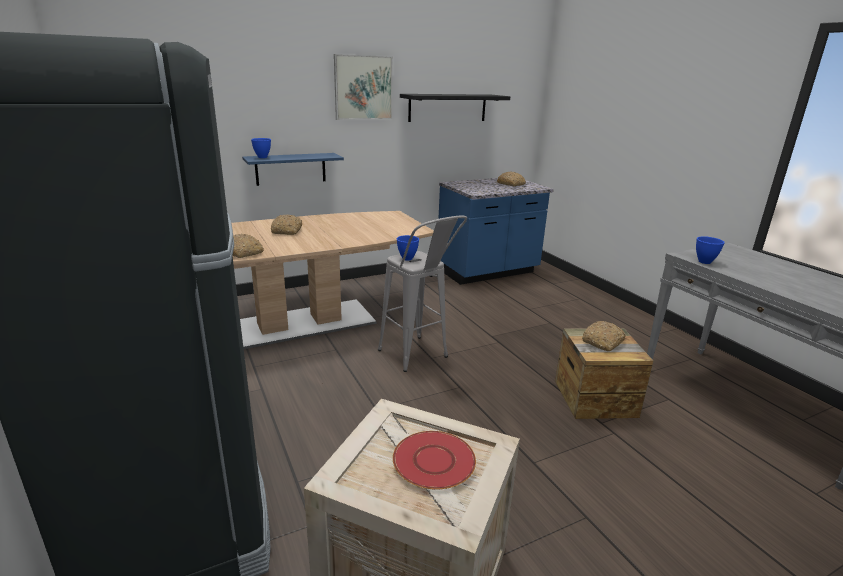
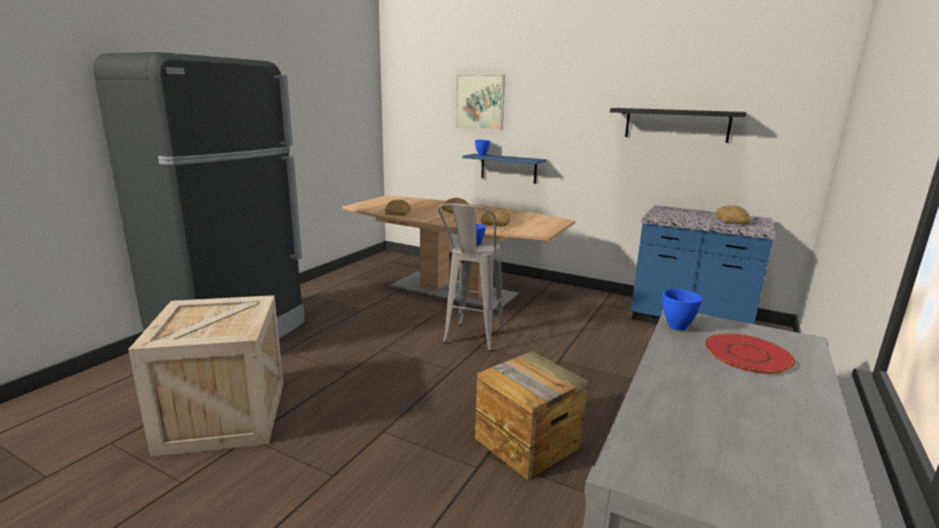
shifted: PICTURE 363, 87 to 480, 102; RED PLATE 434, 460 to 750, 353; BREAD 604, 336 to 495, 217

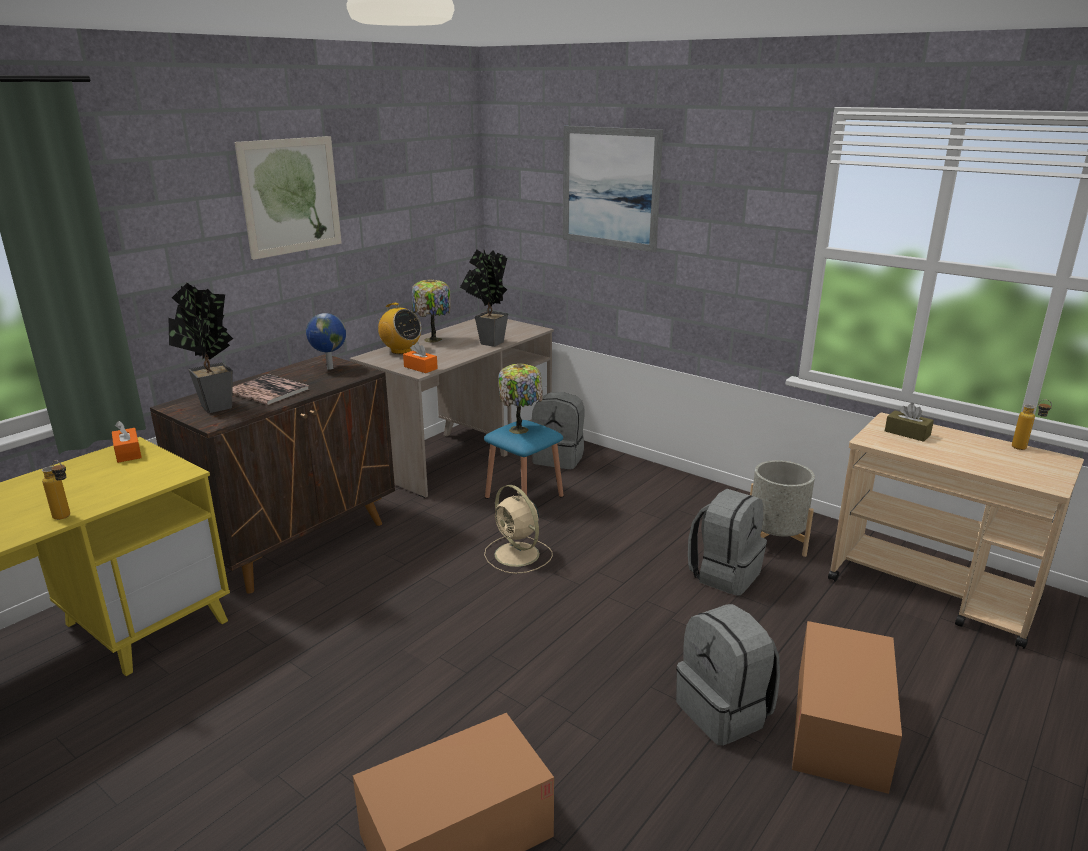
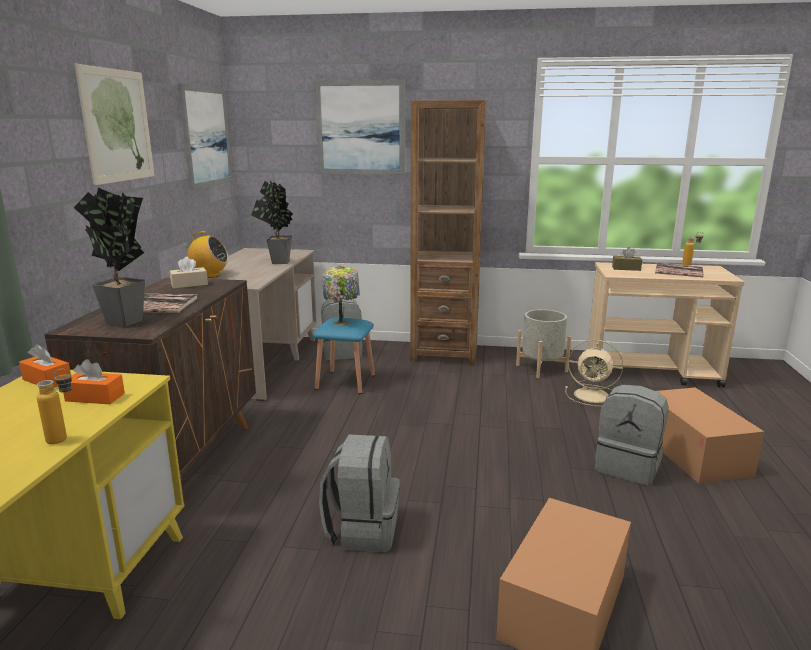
gone: TABLE LAMP 431, 311
new: PICTURE 205, 136; BROWN BOOKCASE 448, 232; BOOK 679, 270
shifted: ORANGE TISSUE BOX 420, 357 to 94, 381; BEIGE FAN 518, 529 to 594, 373; GREY BACKPACK 727, 542 to 359, 493
swapped: GLOBE 326, 341 to BEIGE TISSUE BOX 189, 272

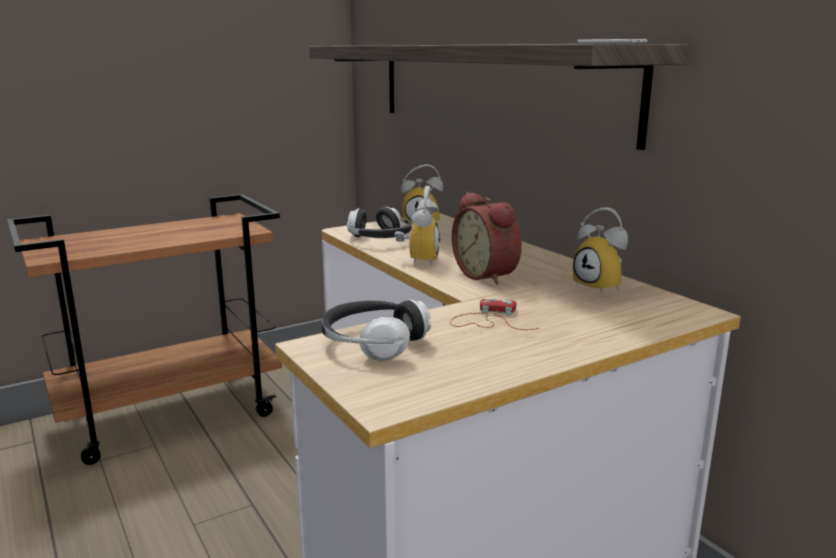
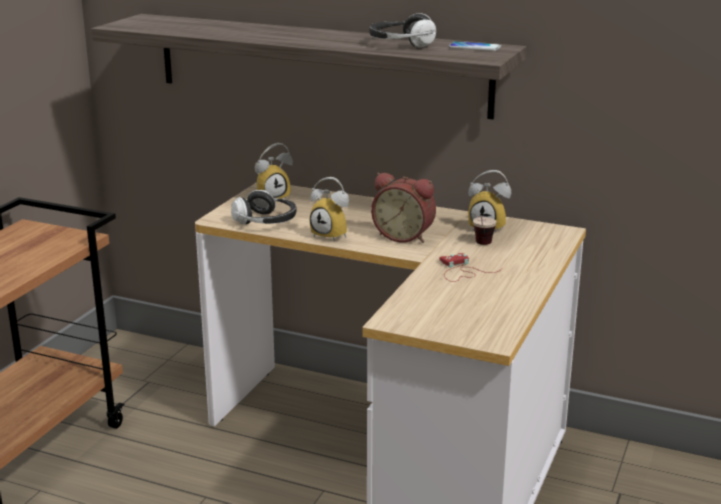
new: CUP 484, 230
shifted: HEADPHONES 376, 330 to 402, 30
rotated: ALARM CLOCK 417, 226 = 329, 209 150 degrees clockwise

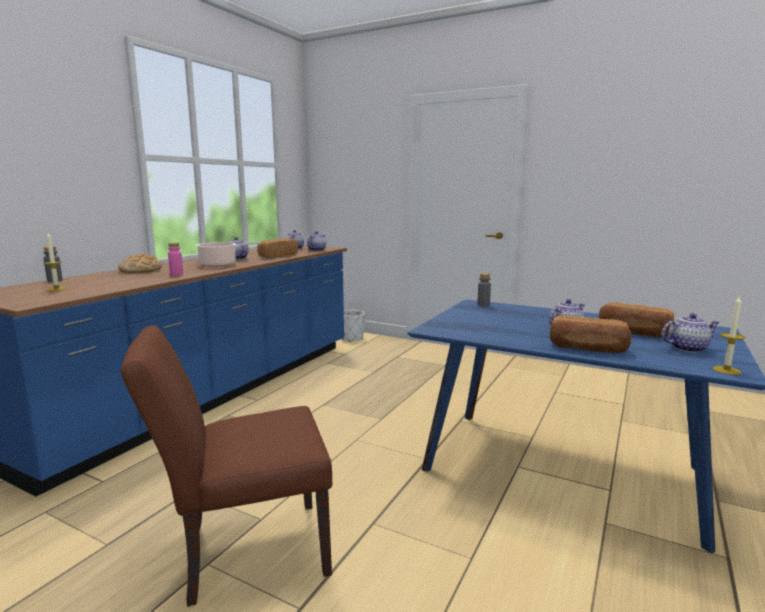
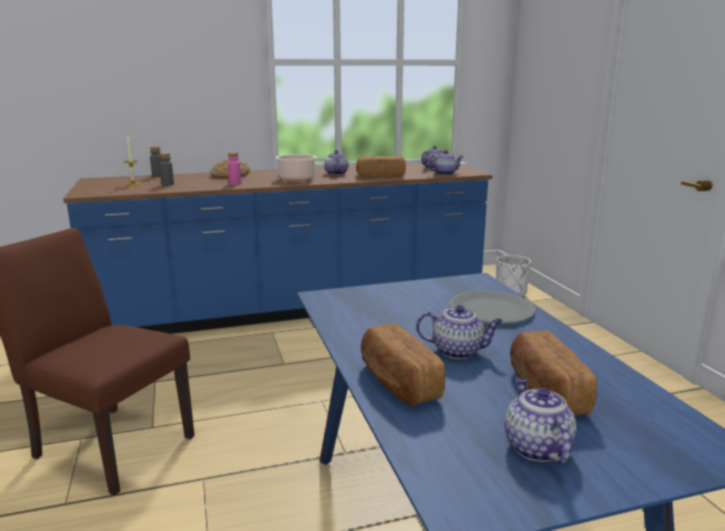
gone: CANDLE 729, 335
new: GREY PLATE 492, 307
shifted: GREY BOTTLE 484, 289 to 166, 169
rotated: TEAPOT 691, 332 = 540, 421 135 degrees counterclockwise

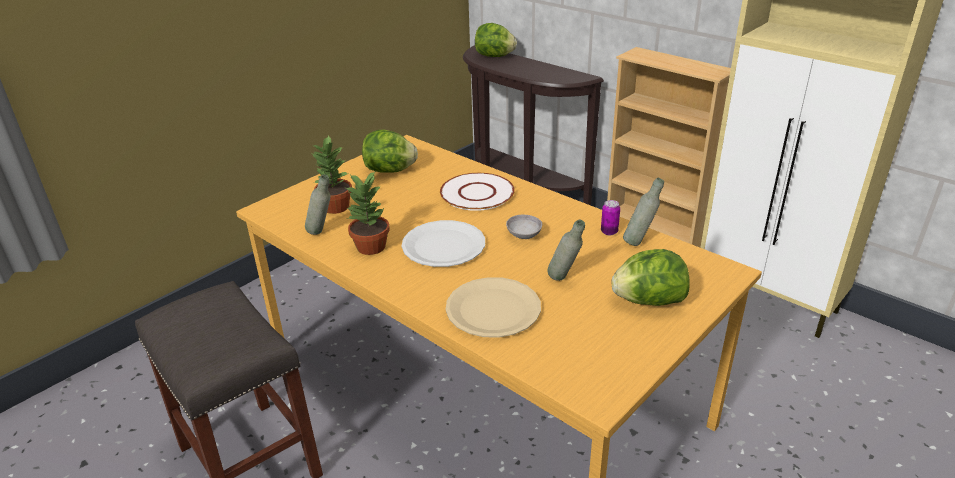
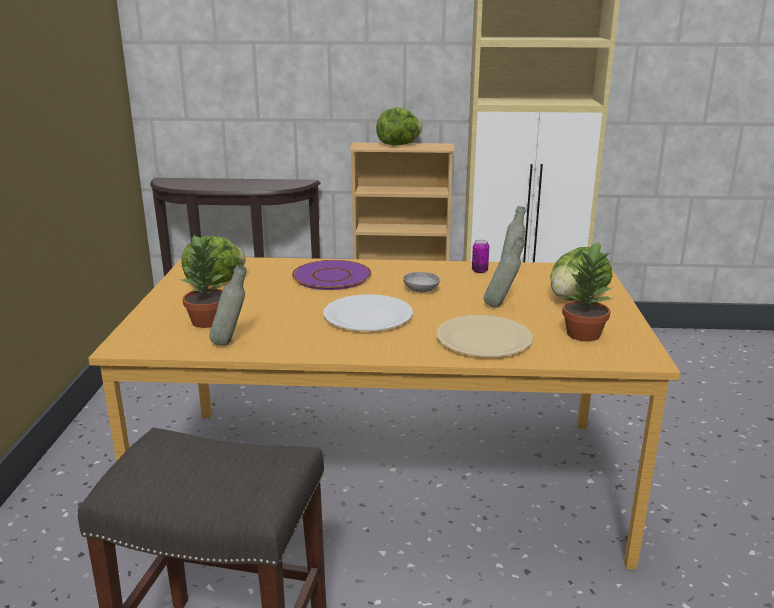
shifted: POTTED PLANT 368, 213 to 587, 291; LETTUCE 496, 40 to 399, 126
repainted: WHITE PLATE 477, 192 to PURPLE PLATE 331, 275

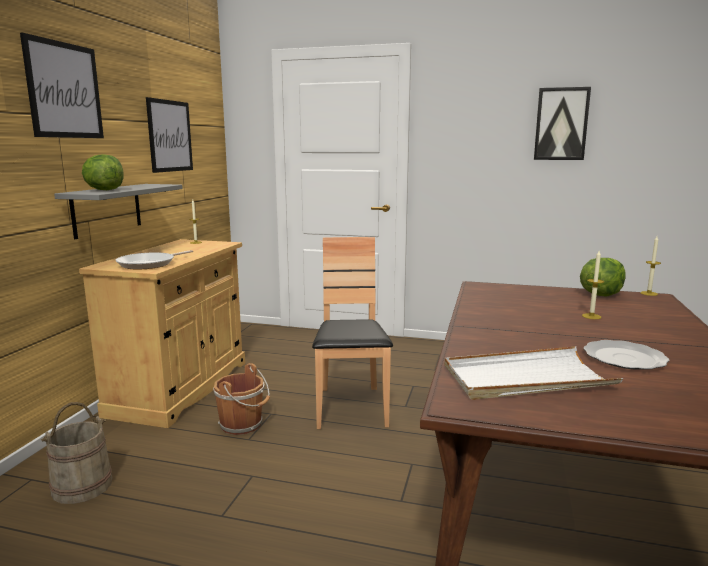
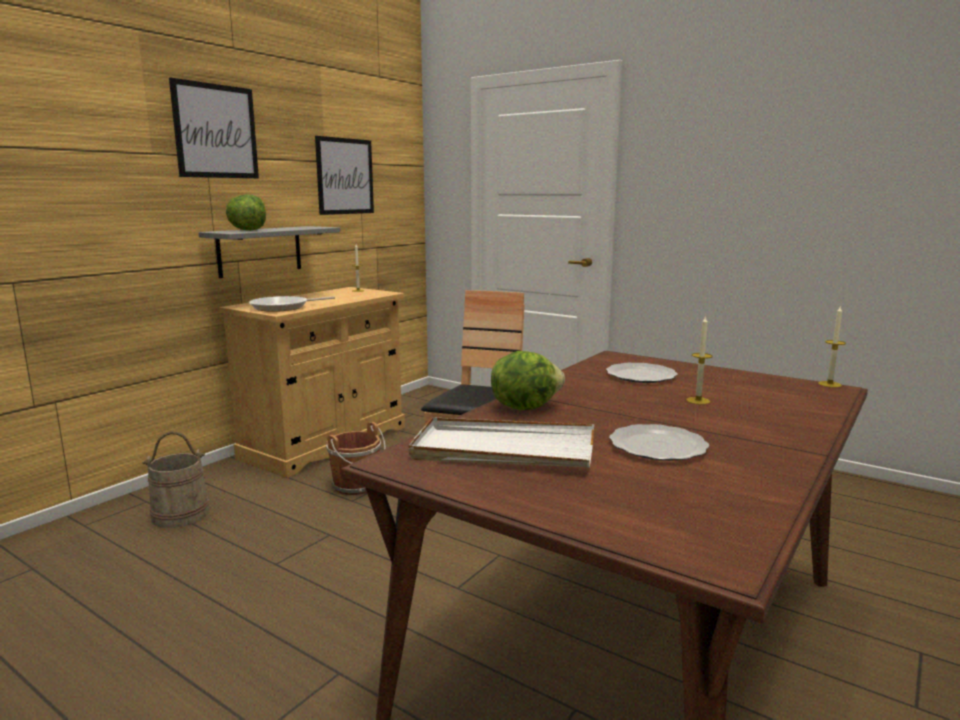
gone: PICTURE 562, 123
new: PLATE 642, 373
shifted: LETTUCE 602, 277 to 528, 380

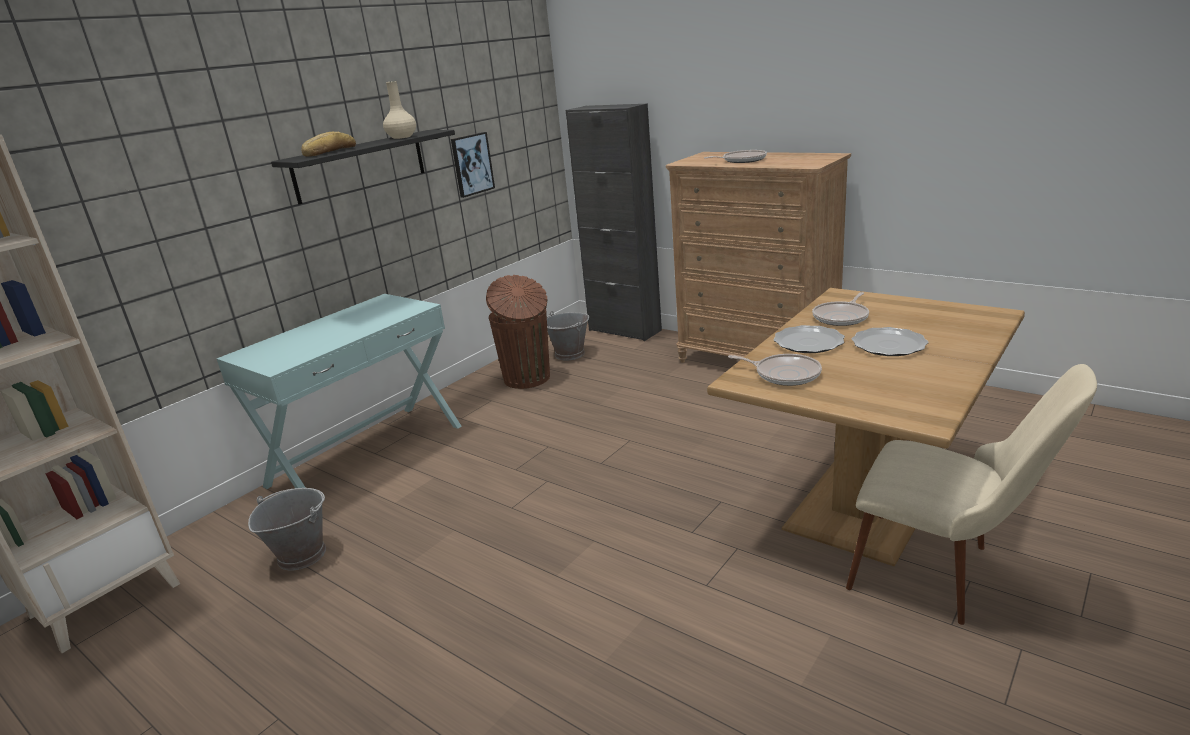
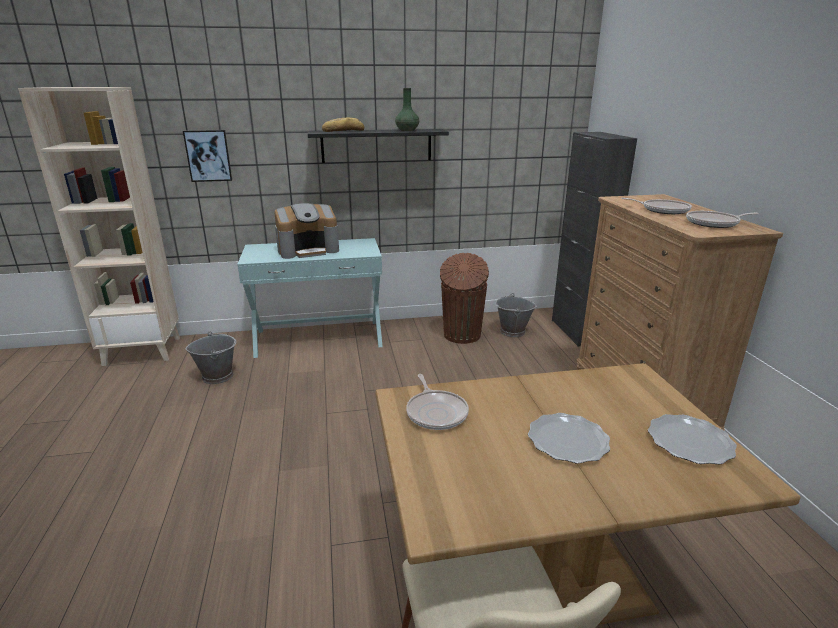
new: COFFEE MACHINE 306, 231
shifted: PICTURE 473, 165 to 207, 156; PLATE 809, 339 to 692, 439; FRYING PAN 840, 309 to 722, 219
repainted: BEIGE VASE 399, 110 to GREEN VASE 407, 109

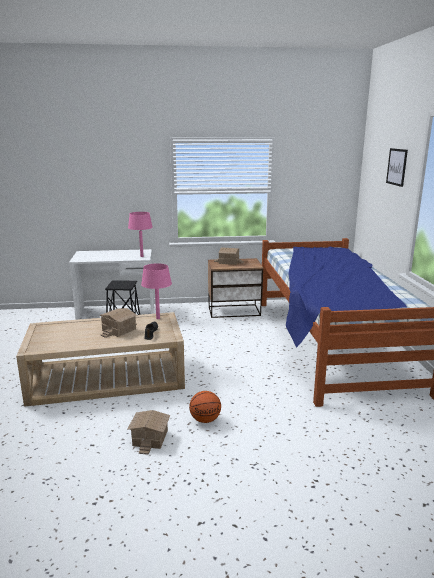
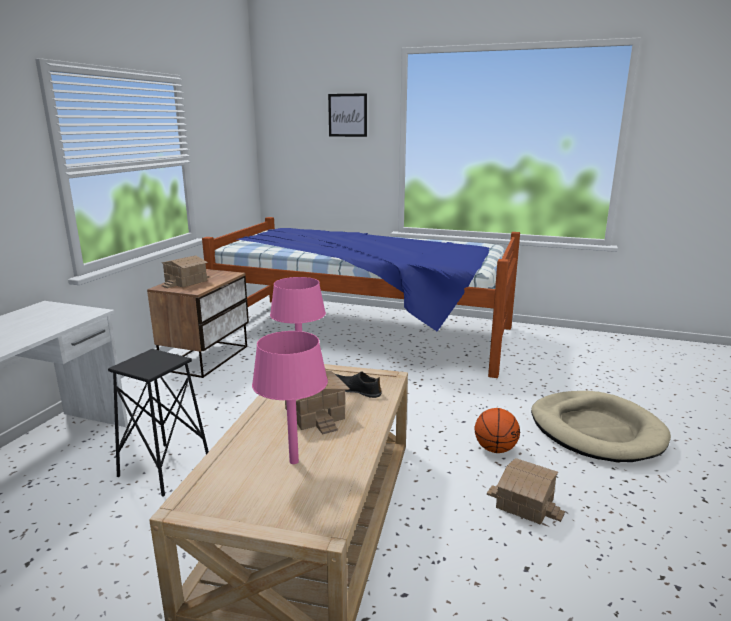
new: BEIGE DOG BED 601, 426
shifted: PINK TABLE LAMP 140, 234 to 290, 397

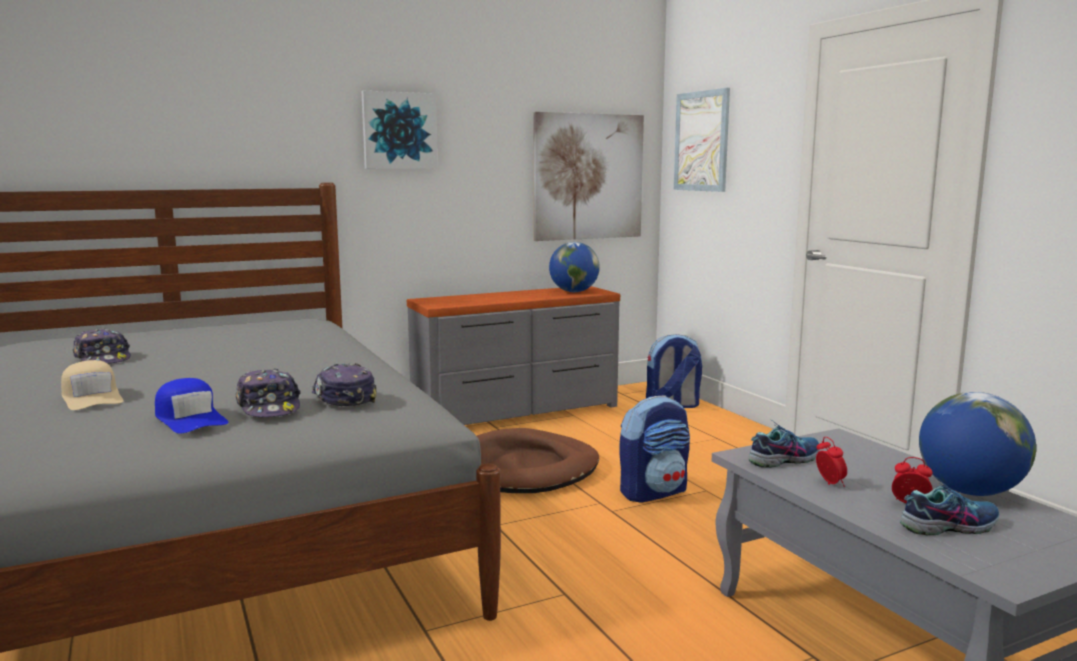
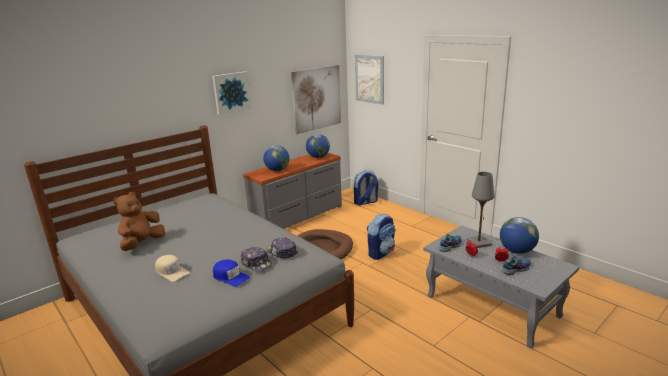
new: GLOBE 276, 158; GREY TABLE LAMP 481, 210
swapped: CAP 101, 346 to BROWN PLUSH TOY 139, 221

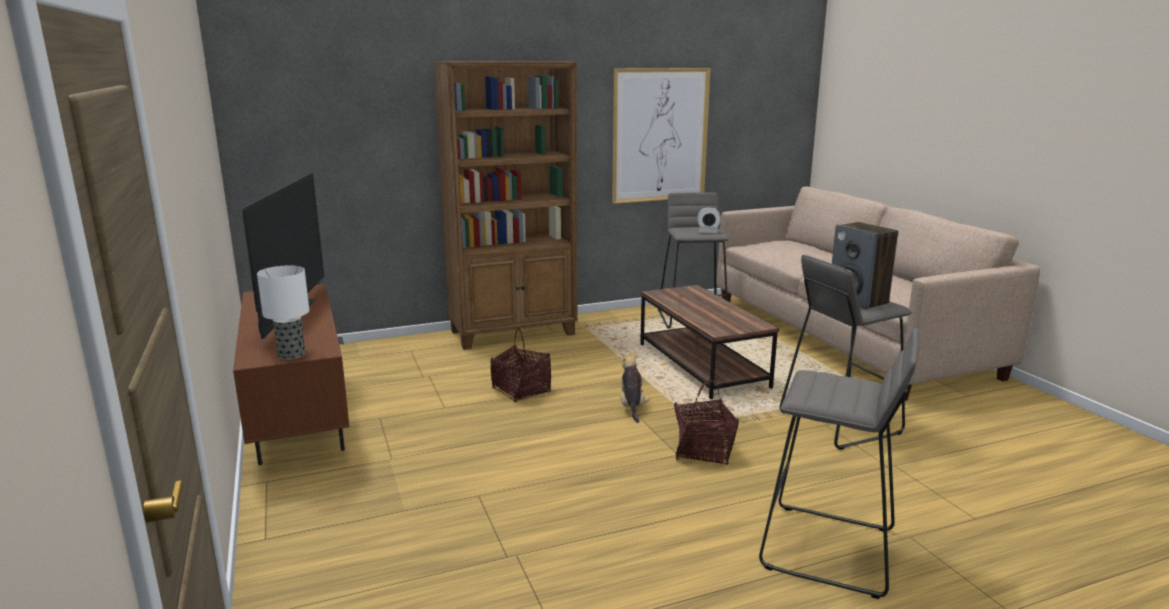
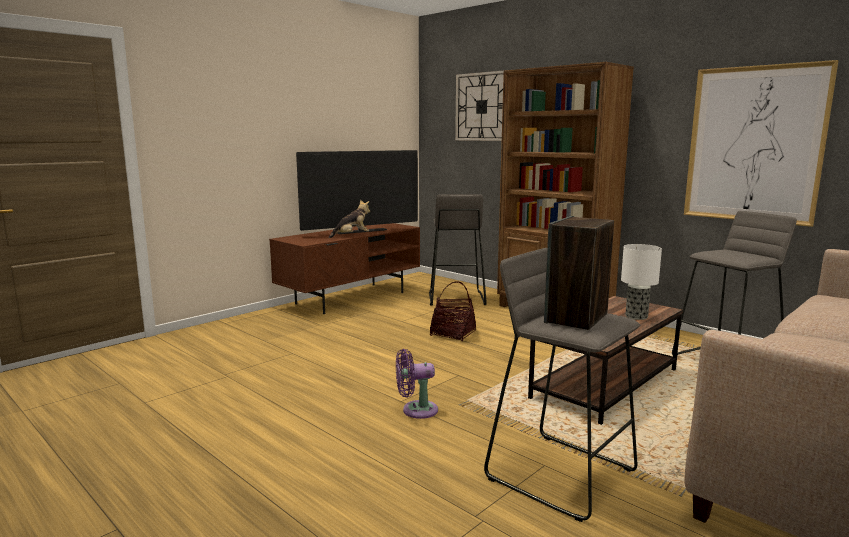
gone: ALARM CLOCK 709, 220
new: WALL CLOCK 479, 106
shifted: TABLE LAMP 283, 313 to 641, 282; PLUSH TOY 635, 387 to 349, 219; GREY STOOL 839, 463 to 458, 250
swapped: BASKET 706, 422 to PURPLE FAN 417, 384

